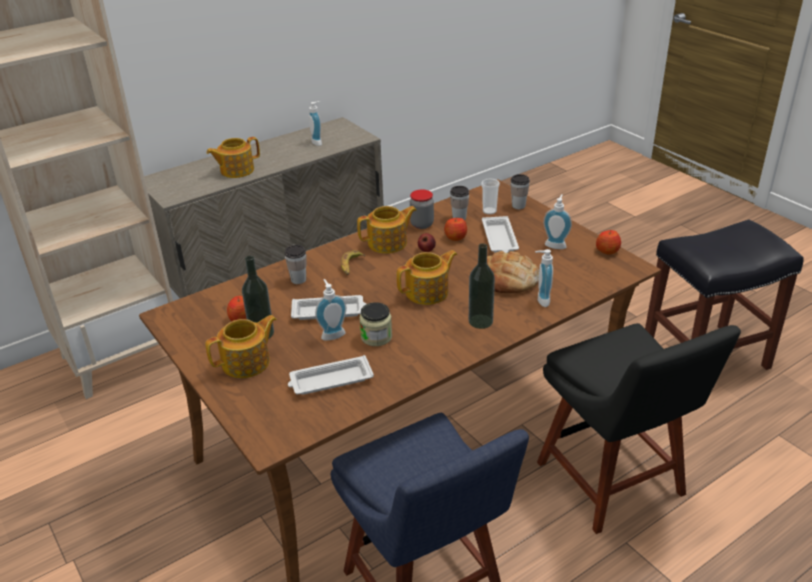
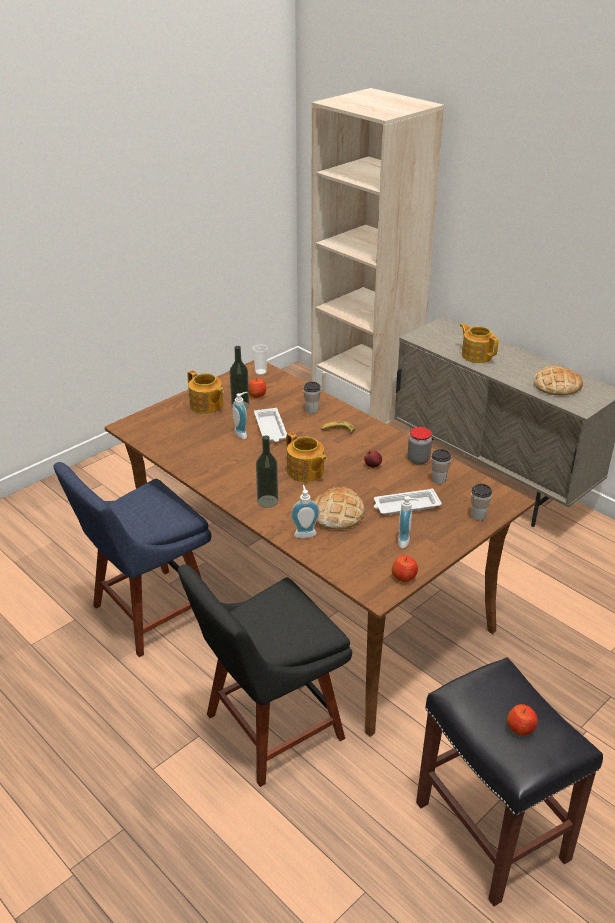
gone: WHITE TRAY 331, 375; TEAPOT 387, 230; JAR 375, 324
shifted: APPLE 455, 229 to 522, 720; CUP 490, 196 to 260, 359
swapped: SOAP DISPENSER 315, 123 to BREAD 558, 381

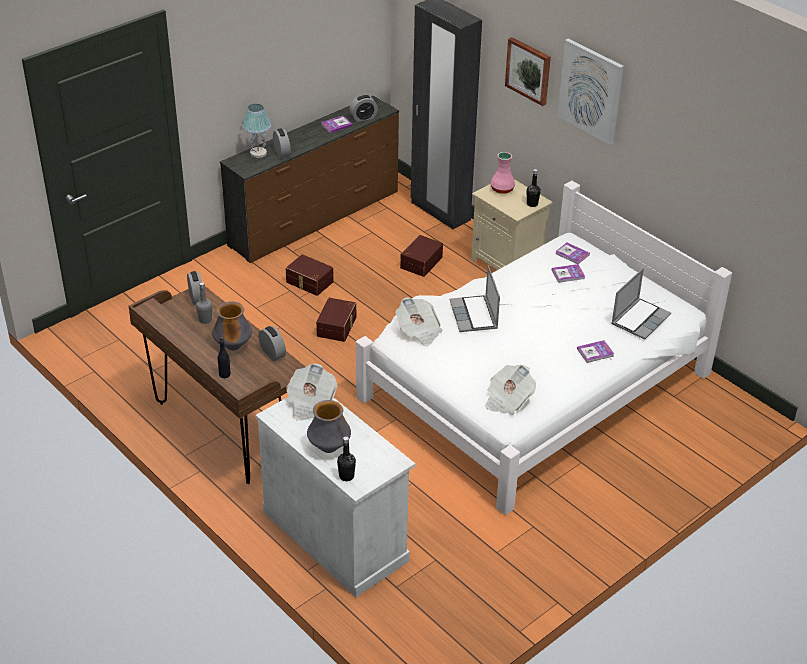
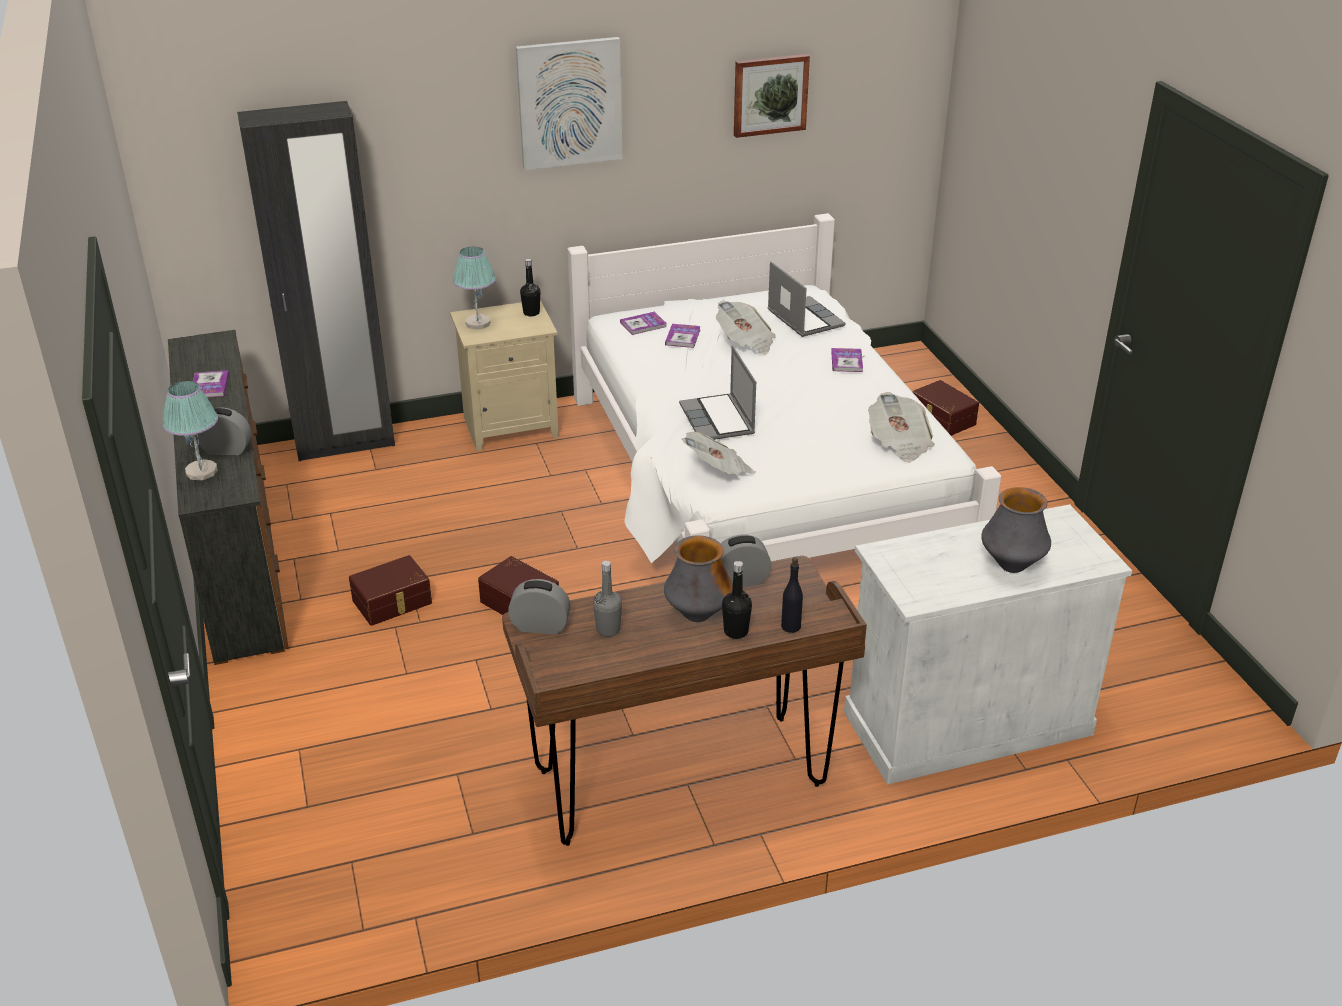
gone: ALARM CLOCK 363, 108
shifted: NEWSPAPER 312, 391 to 745, 327; BLACK BOTTLE 346, 458 to 737, 600; BROWN STORAGE BOX 421, 256 to 945, 408; PICTURE 528, 71 to 772, 96
swapped: PINK VASE 503, 173 to TABLE LAMP 474, 288
rotated: LAPTOP 474, 299 = 717, 393 60 degrees clockwise

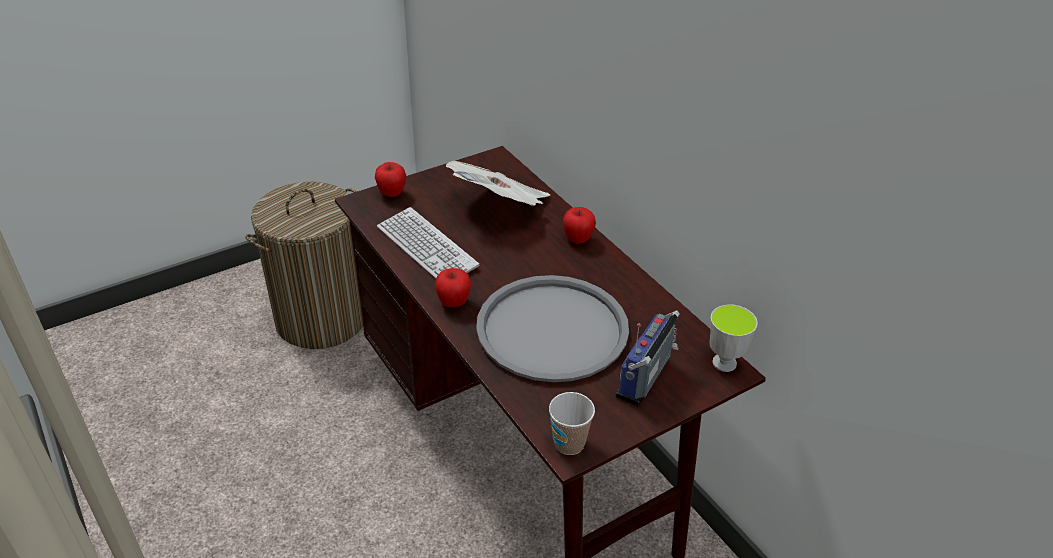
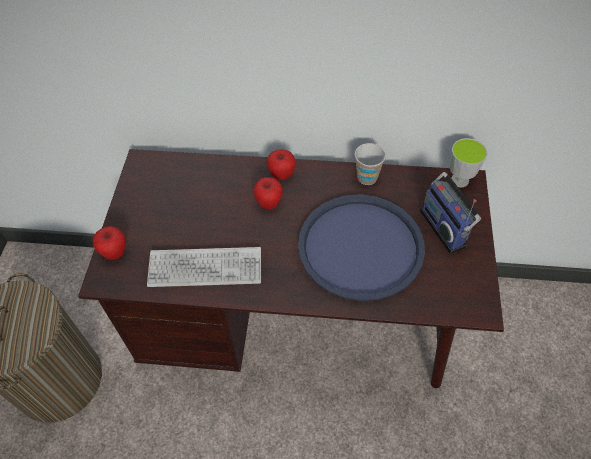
gone: NEWSPAPER 498, 183
shifted: APPLE 453, 287 to 268, 193; CUP 572, 423 to 370, 164
repainted: GREY TRAY 552, 328 to BLUE TRAY 361, 247

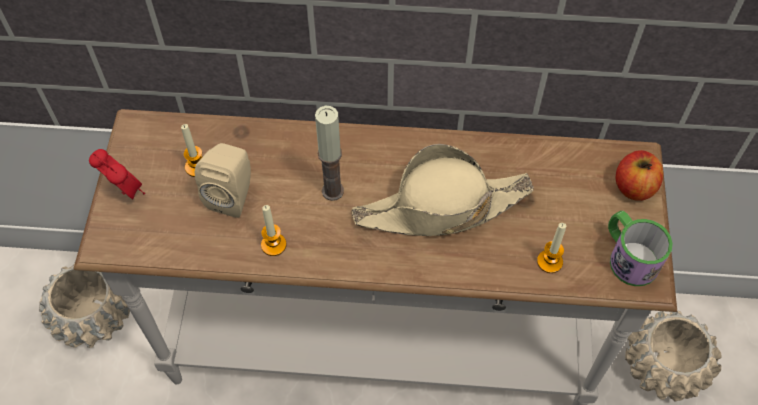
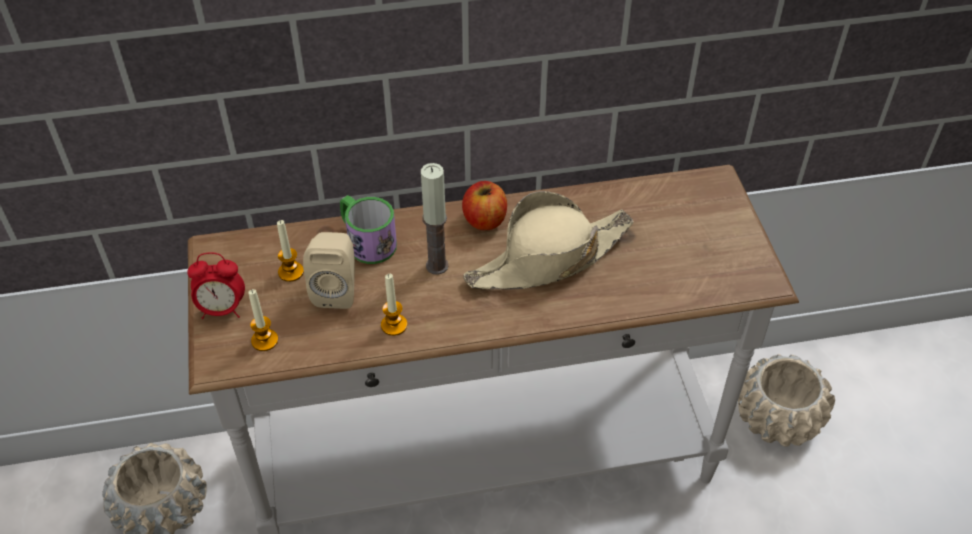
shifted: CANDLE 551, 248 to 263, 320; MUG 640, 248 to 368, 229; APPLE 639, 175 to 484, 205
rotated: ALARM CLOCK 117, 174 = 216, 286 150 degrees clockwise

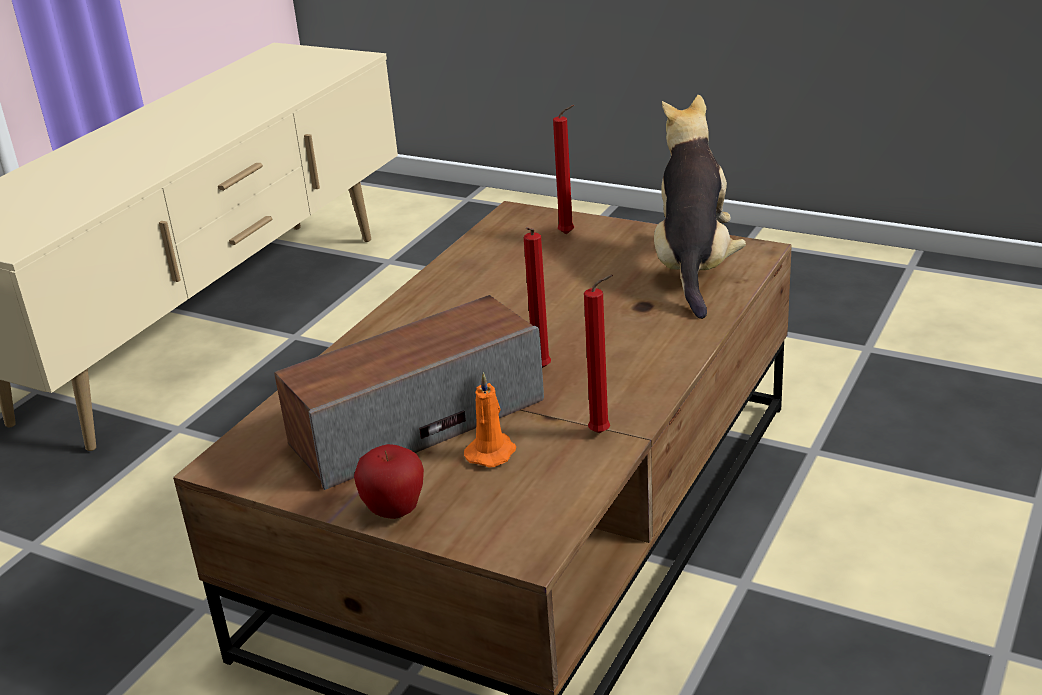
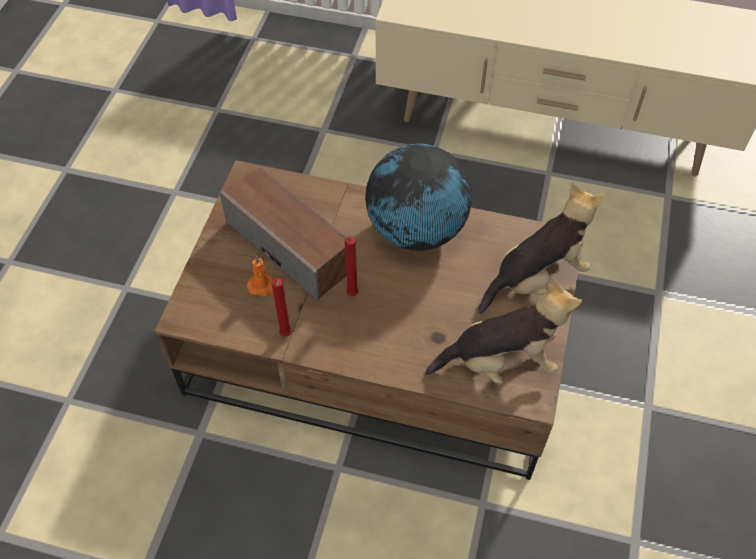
gone: APPLE 389, 481
new: GLOBE 418, 197
swapped: RED CANDLE 563, 169 to PLUSH TOY 541, 248

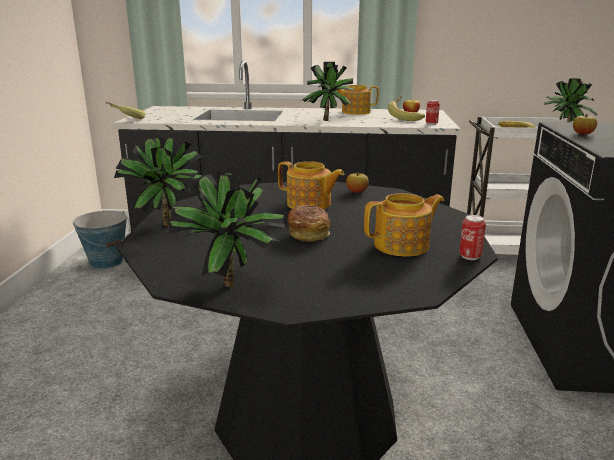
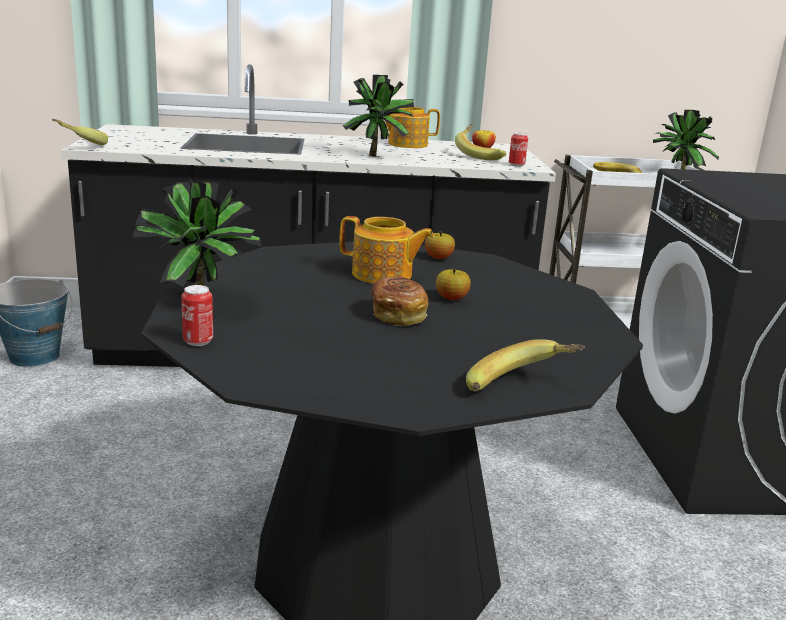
gone: POTTED PLANT 227, 229; TEAPOT 404, 224
new: BANANA 525, 365
shifted: CAN 472, 237 to 197, 315; APPLE 585, 124 to 453, 284

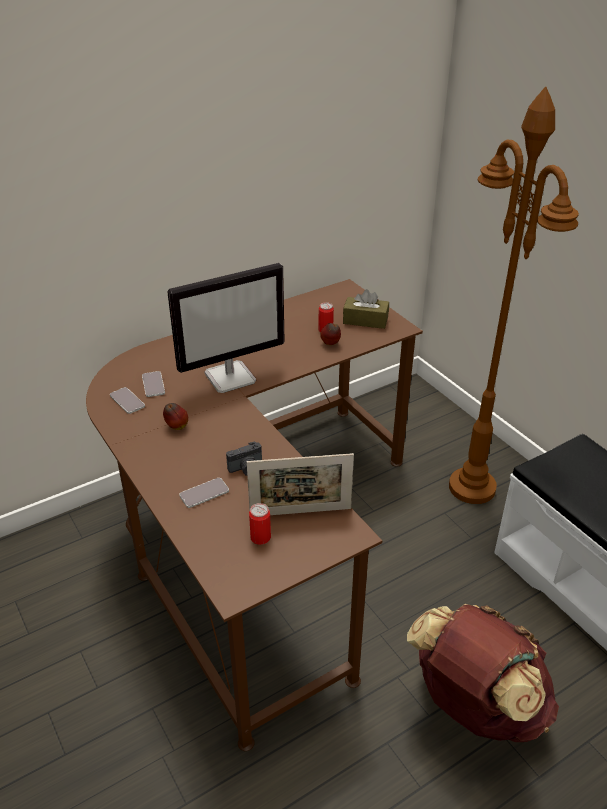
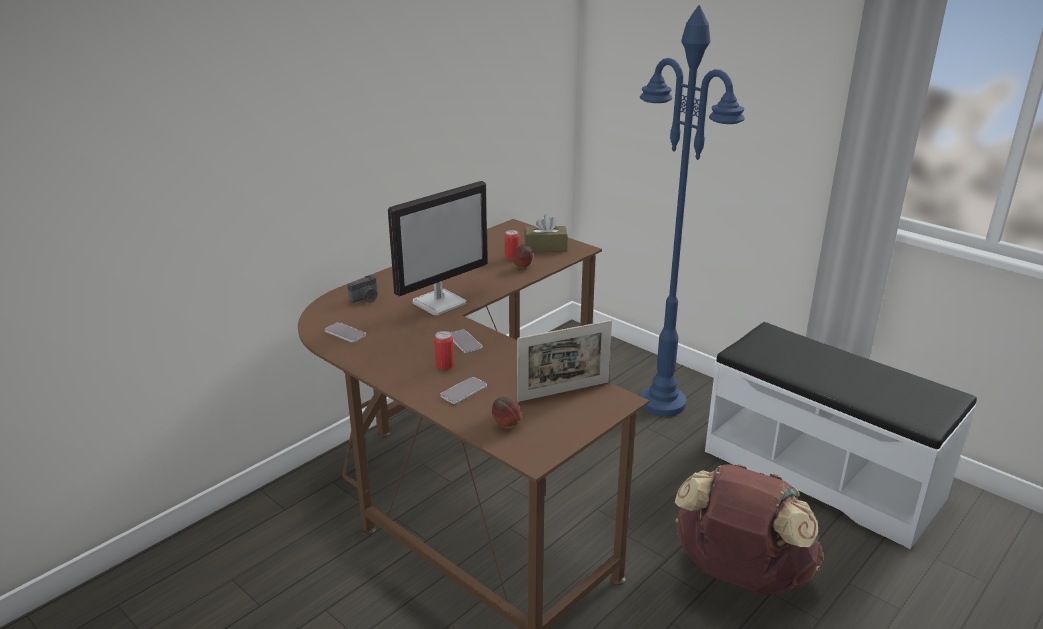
shifted: PHONE 153, 384 to 466, 341; APPLE 175, 416 to 506, 412; PHOTO CAMERA 244, 458 to 363, 289; CAN 260, 524 to 444, 350
repainted: BROWN FLOOR LAMP 514, 295 to BLUE FLOOR LAMP 692, 210

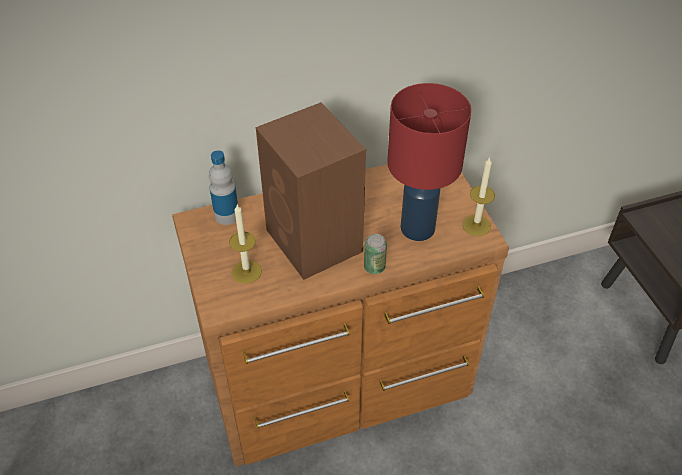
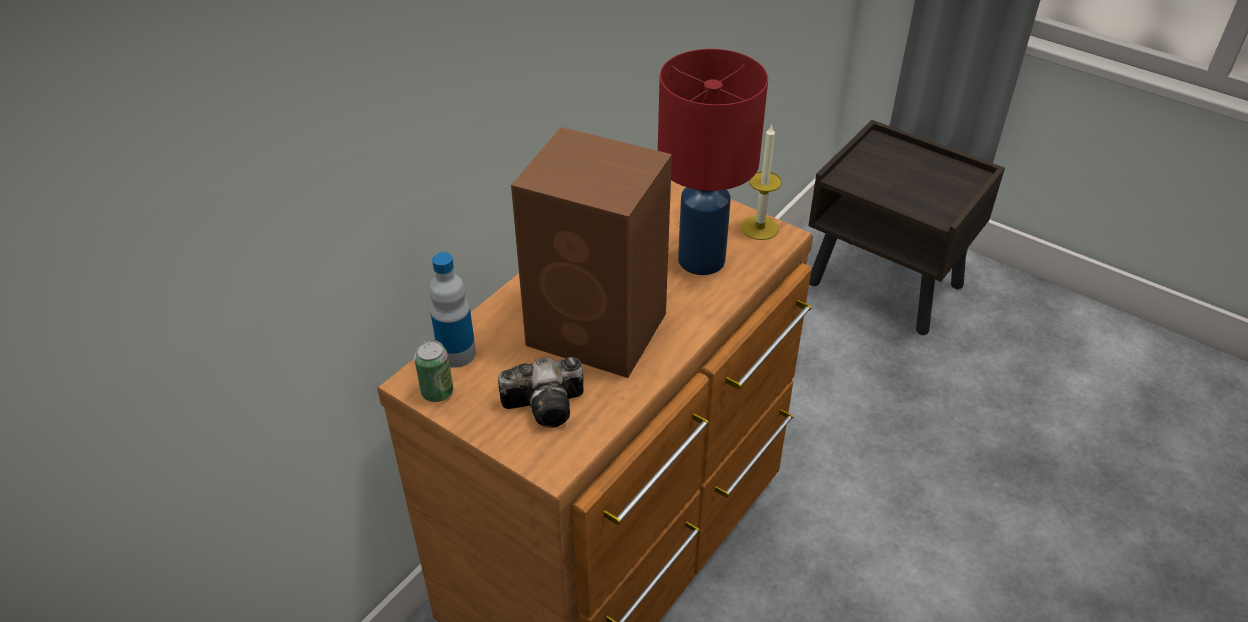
shifted: CAN 375, 254 to 433, 371
swapped: CANDLE 245, 244 to PHOTO CAMERA 541, 392

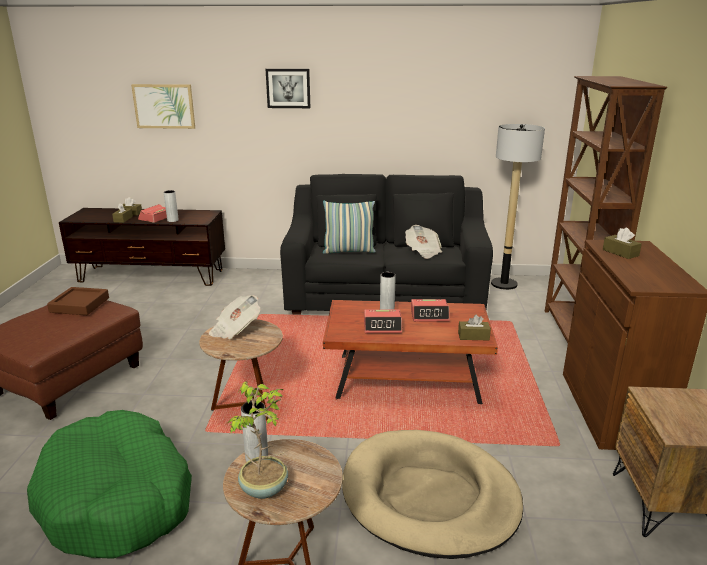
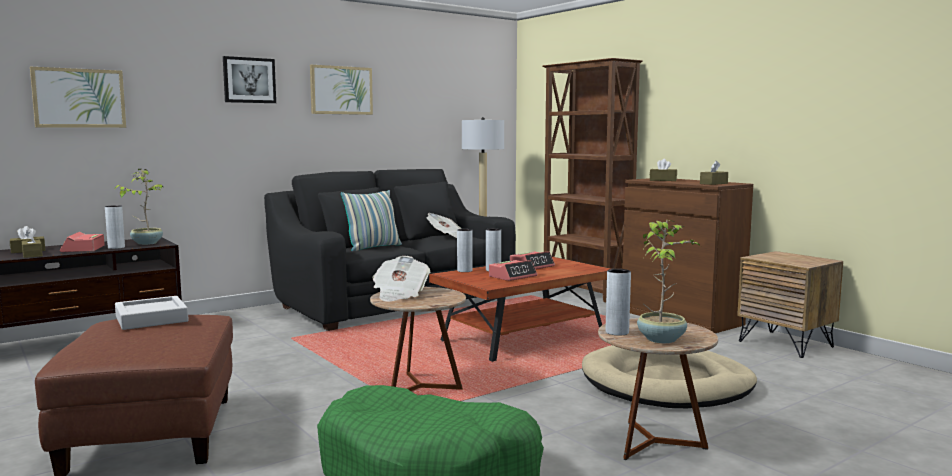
new: POTTED PLANT 139, 207; PICTURE 341, 90; GREY VASE 465, 250
shifted: BROWN TISSUE BOX 474, 327 to 714, 173
repainted: BROWN TRAY 78, 301 to GREY TRAY 152, 313

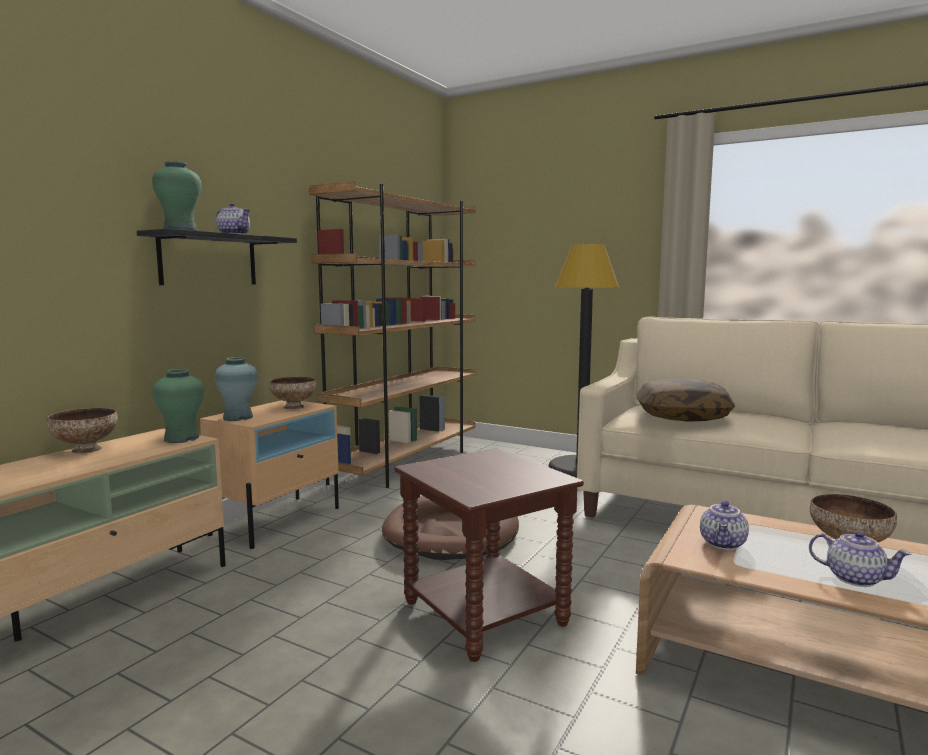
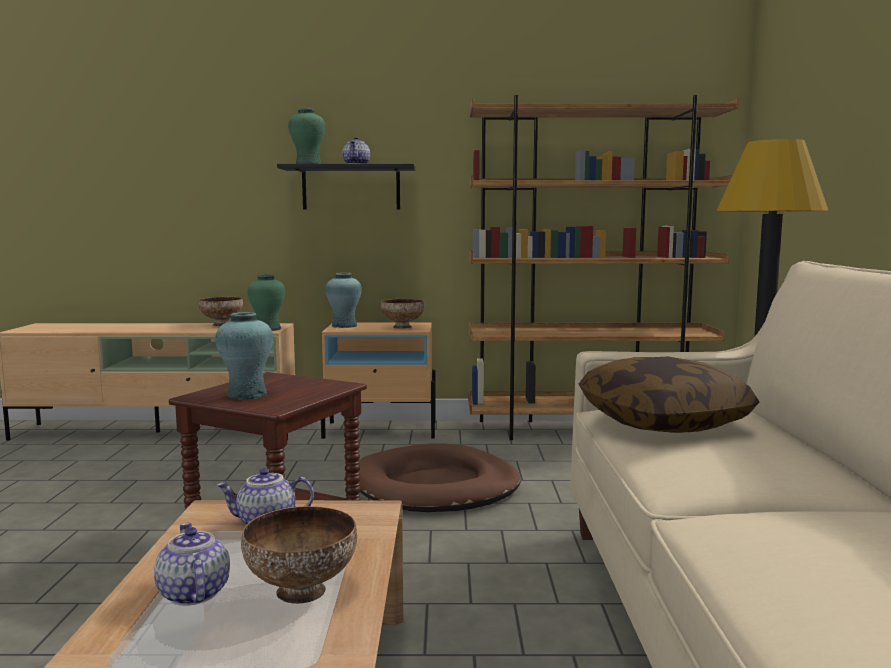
new: TURQUOISE VASE 244, 356
rotated: TEAPOT 860, 559 = 192, 564 150 degrees clockwise

